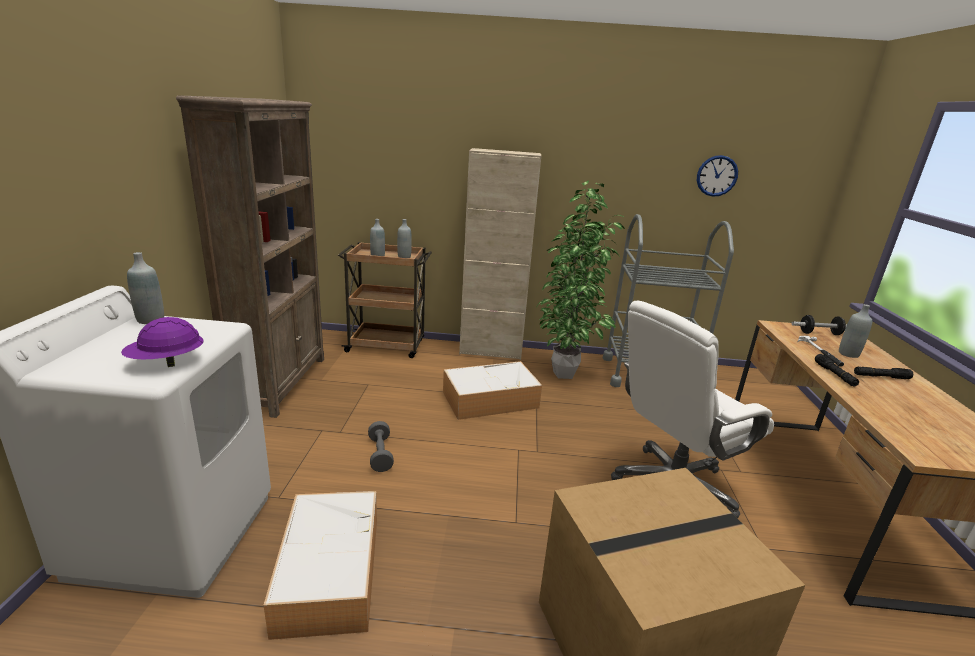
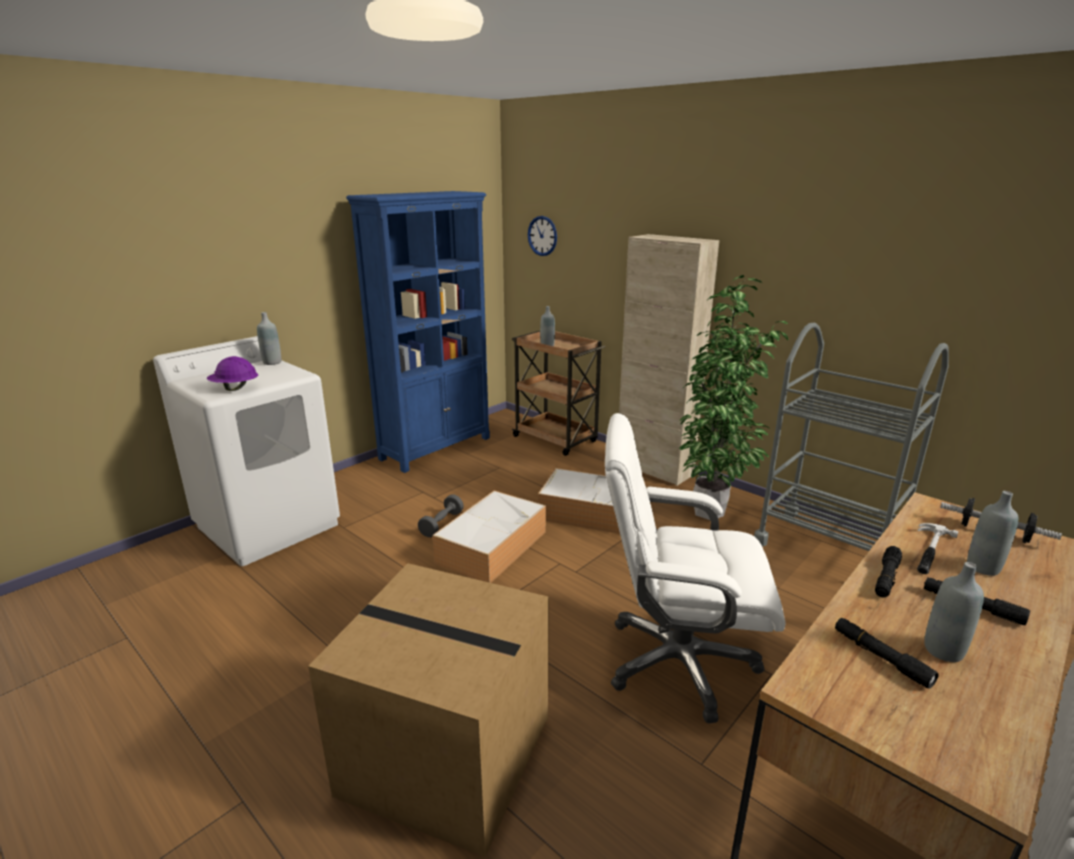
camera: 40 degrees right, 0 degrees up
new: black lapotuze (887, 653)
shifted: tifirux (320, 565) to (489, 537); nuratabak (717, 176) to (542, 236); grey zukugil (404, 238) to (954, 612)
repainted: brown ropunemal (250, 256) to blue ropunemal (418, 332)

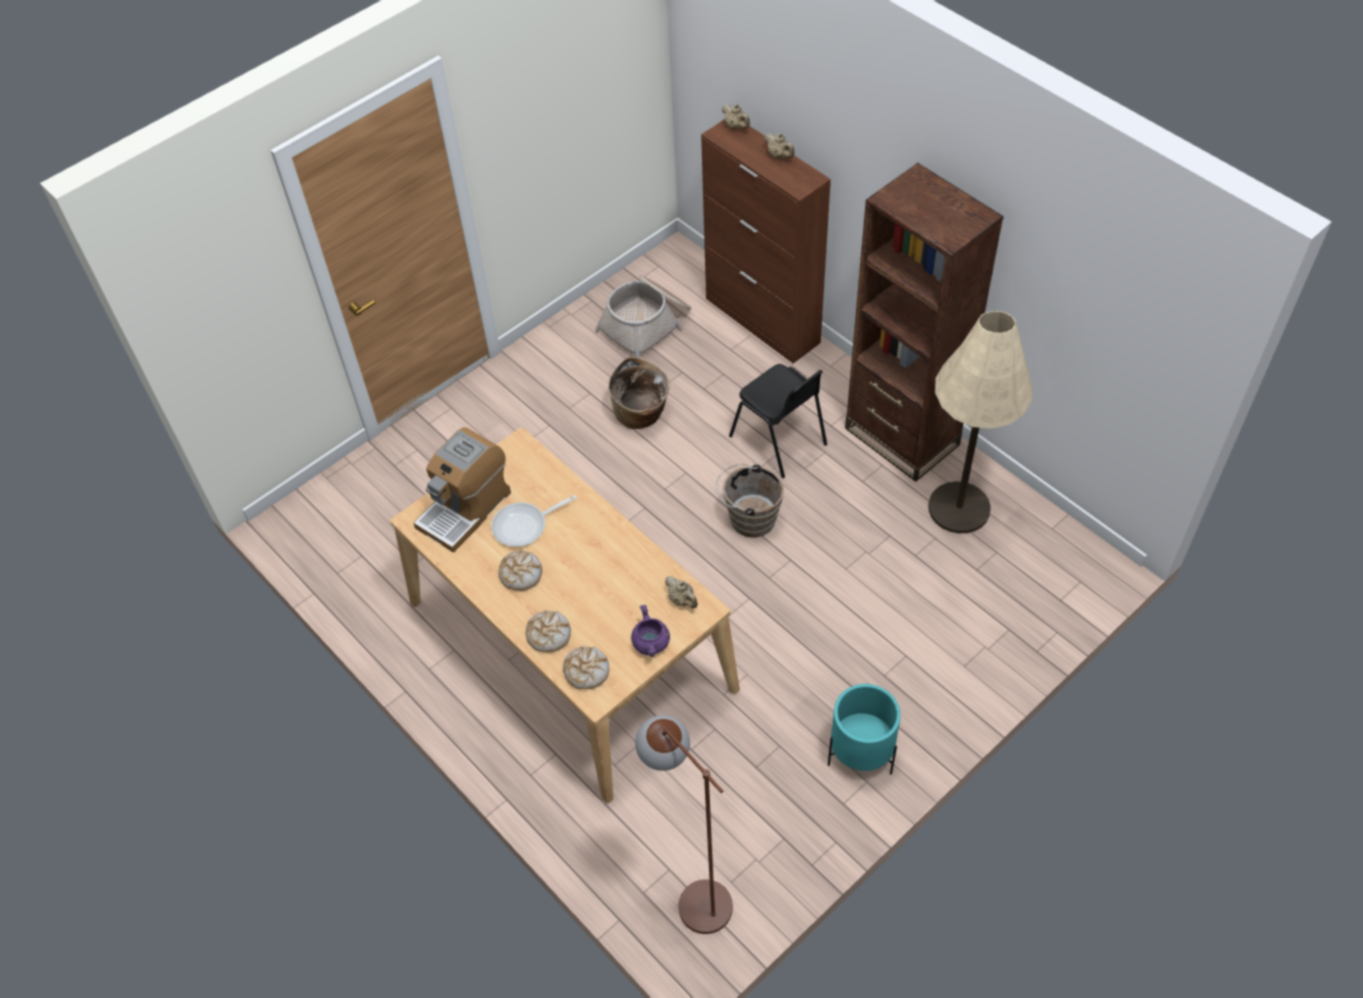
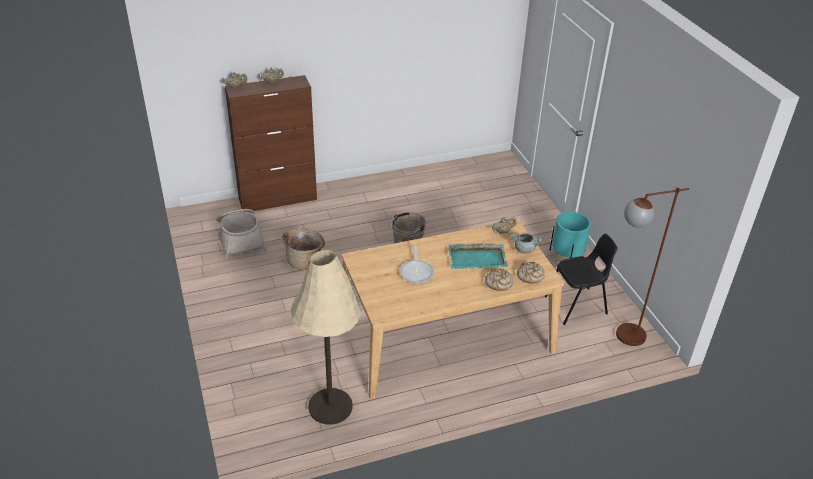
camera: 70 degrees left, 15 degrees down
gone: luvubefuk (462, 490); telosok (520, 570); brown ropunemal (924, 322)
new: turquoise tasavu (478, 256)
shifted: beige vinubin (980, 422) to (326, 337); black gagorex (778, 421) to (581, 279)
repainted: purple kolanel (650, 631) to grey kolanel (527, 243)

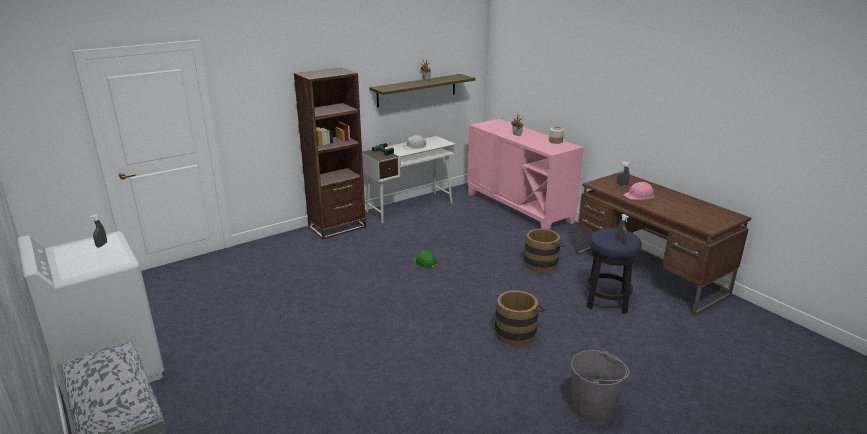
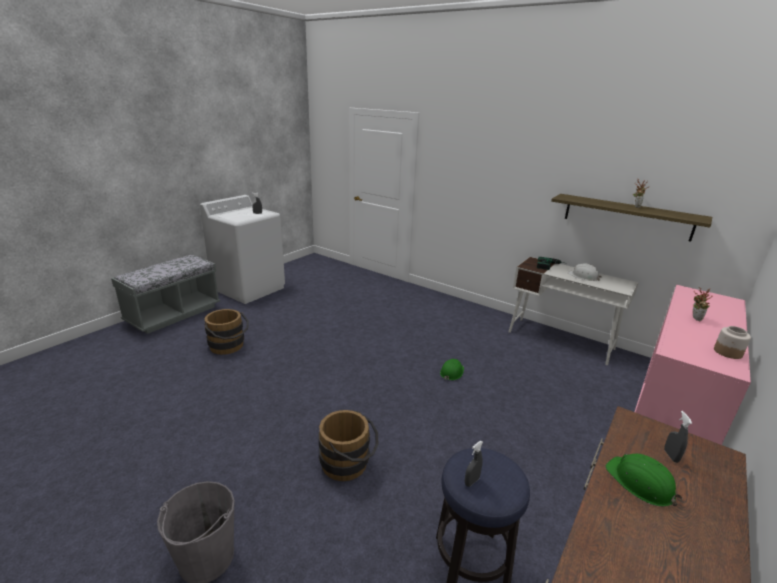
camera: 70 degrees right, 0 degrees up
gone: brown ropunemal (330, 153)
shifted: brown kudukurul (545, 251) to (226, 332)
repainted: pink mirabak (638, 191) to green mirabak (644, 480)

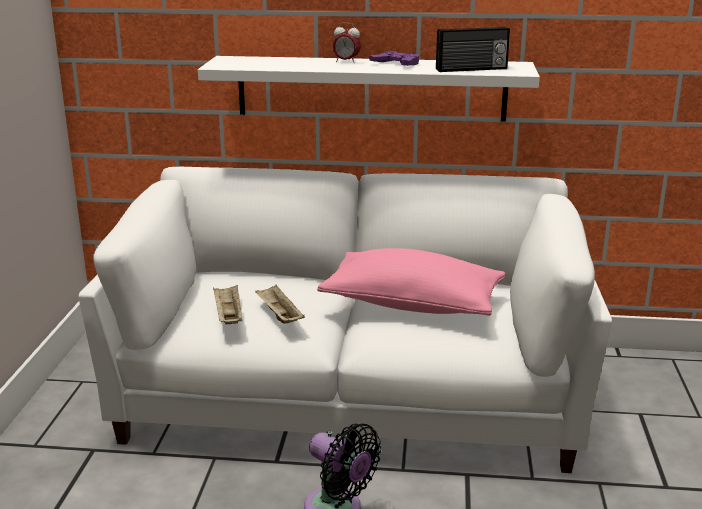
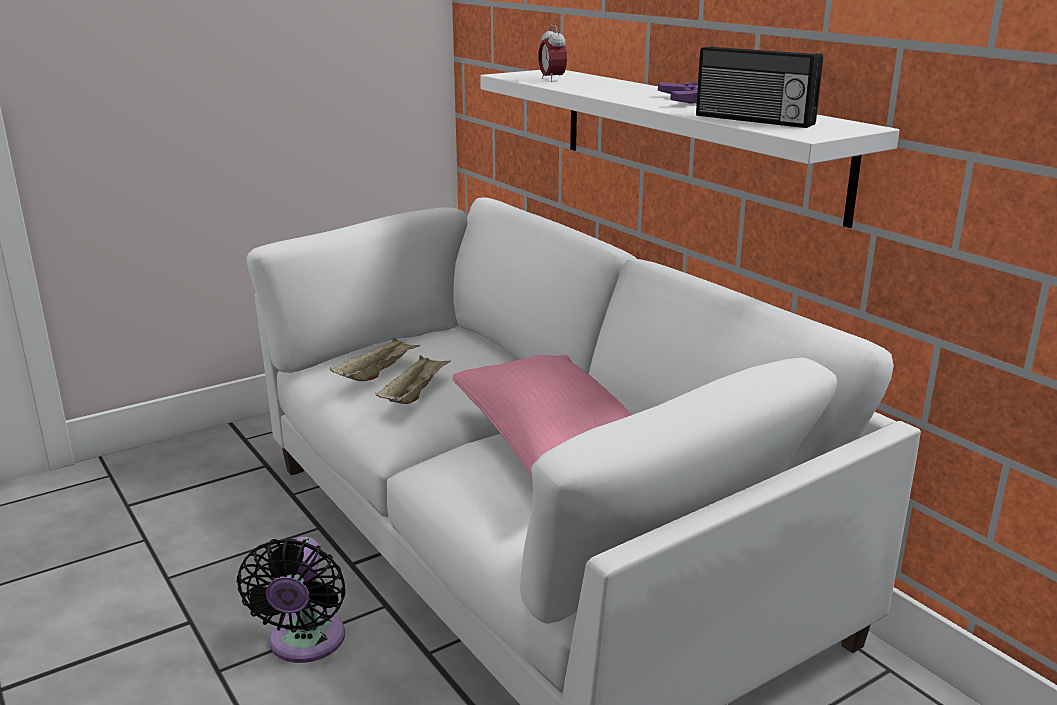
camera: 50 degrees right, 0 degrees up
shifted: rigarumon (347, 43) to (552, 53)

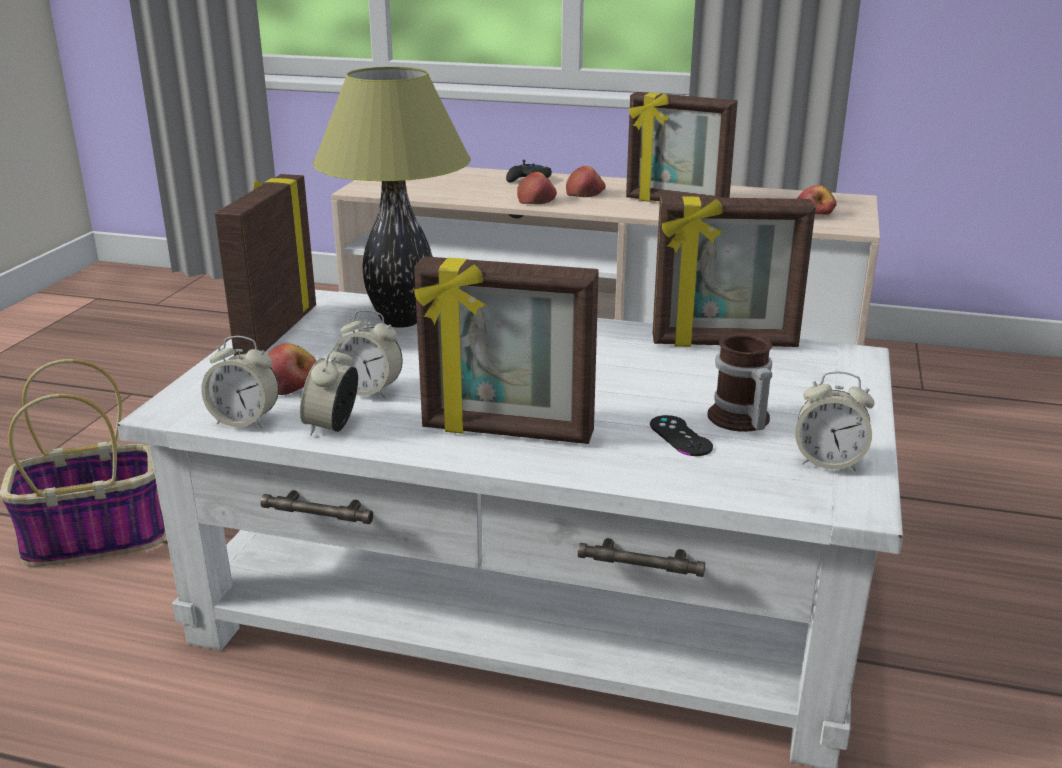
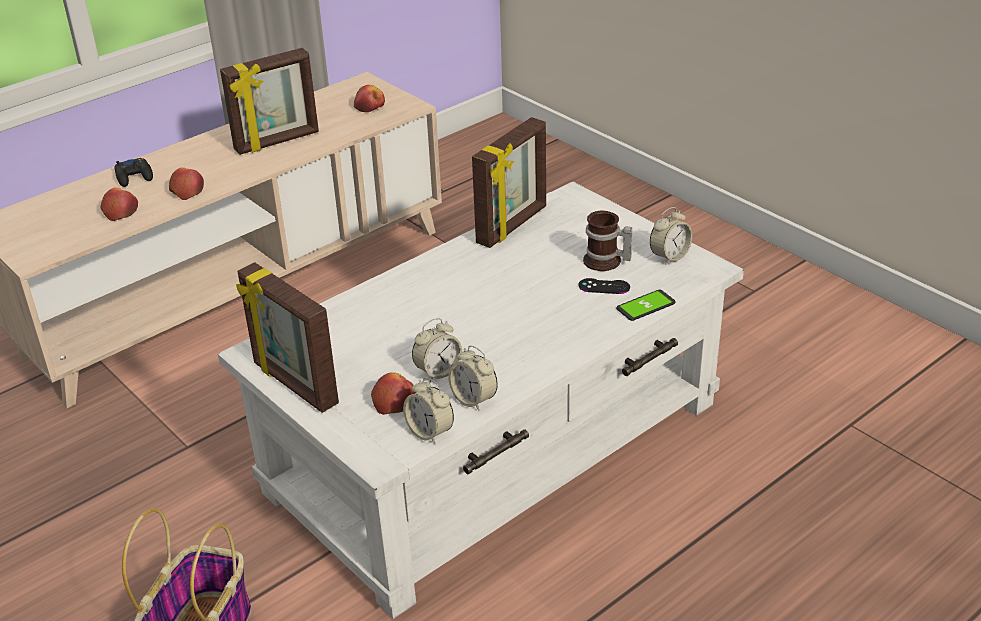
camera: 55 degrees left, 10 degrees up
gone: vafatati (392, 197); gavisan (506, 350)
new: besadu (646, 305)
shifted: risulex (586, 181) to (119, 204)
rotated: rigarumon (240, 382) = (428, 410) 90 degrees clockwise

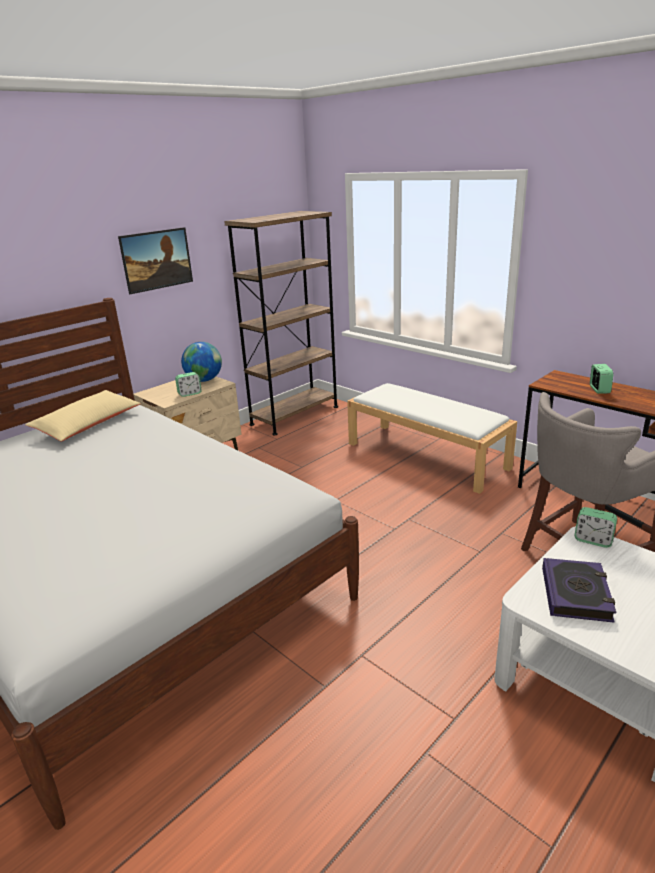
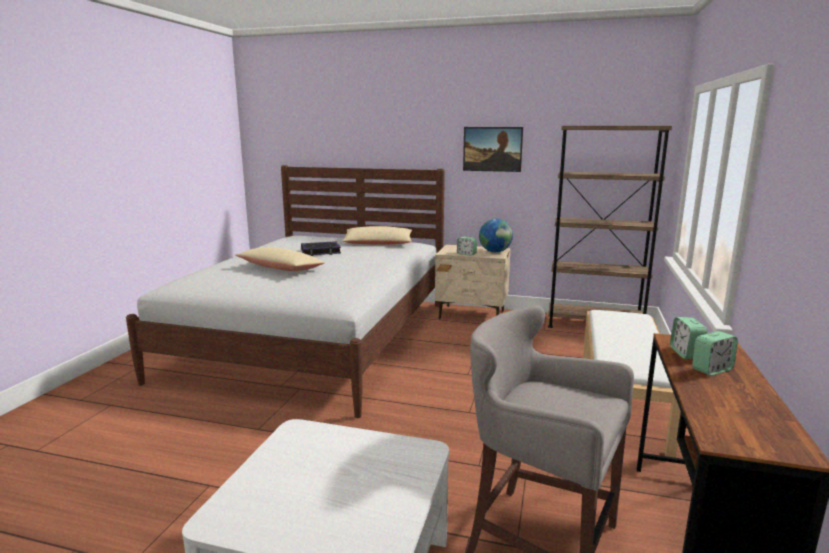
camera: 60 degrees right, 10 degrees down
new: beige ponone (280, 259)
shifted: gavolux (579, 590) to (321, 248); rigarumon (596, 527) to (689, 338)

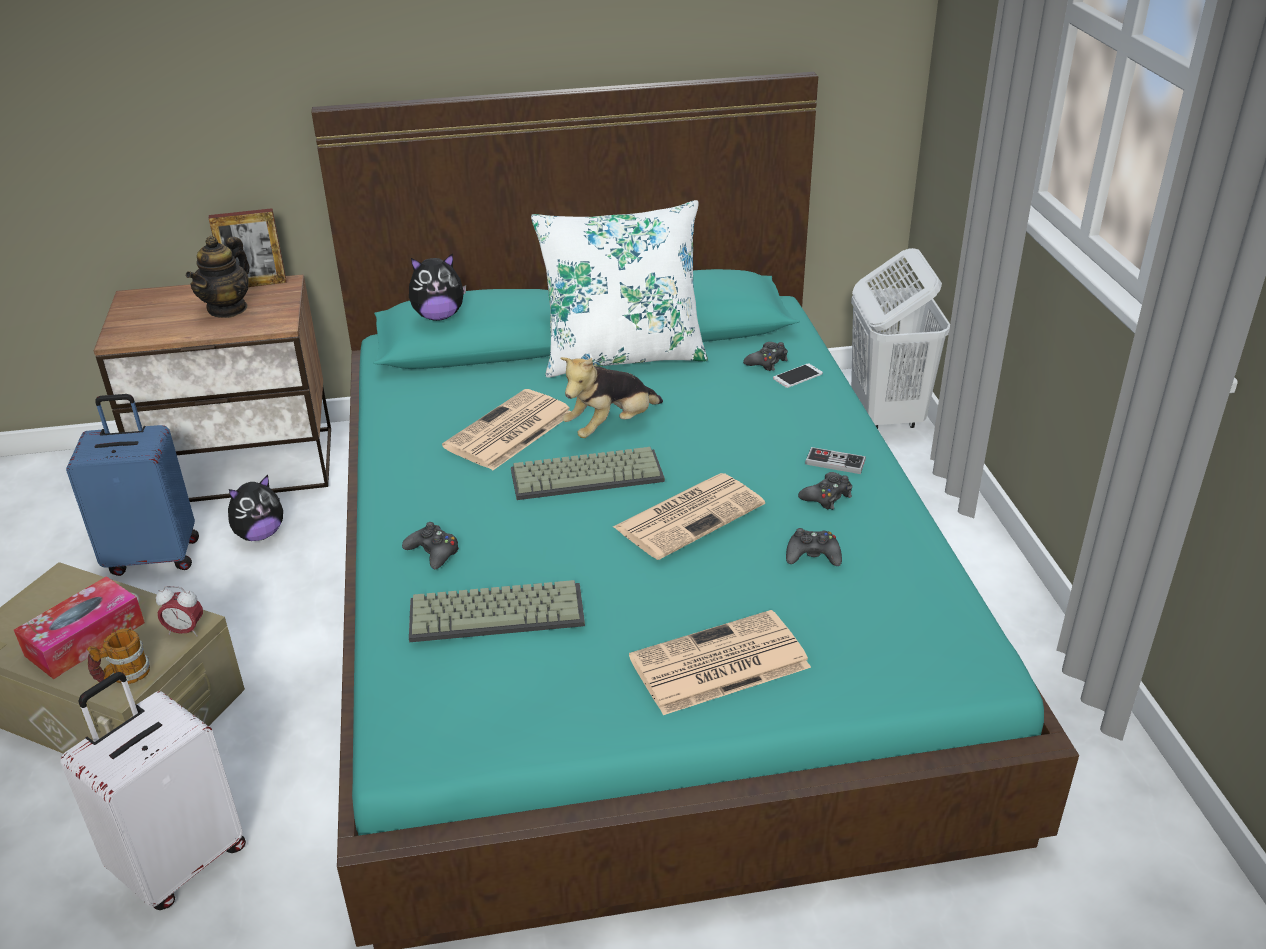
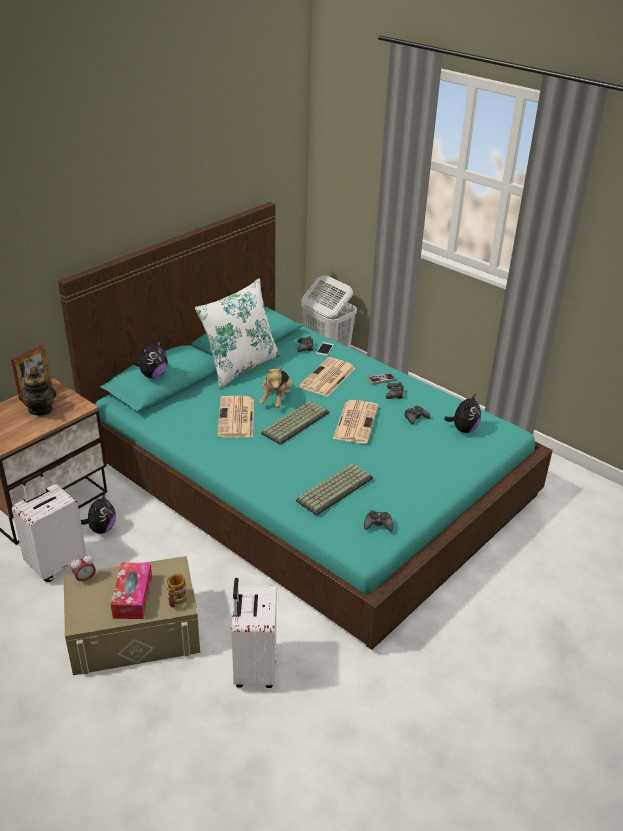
camera: 40 degrees left, 0 degrees up
new: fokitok (462, 413)
shifted: rigarumon (179, 611) to (83, 568); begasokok (720, 662) to (327, 377); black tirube (430, 545) to (378, 521)
repainted: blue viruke (132, 485) to white viruke (49, 527)

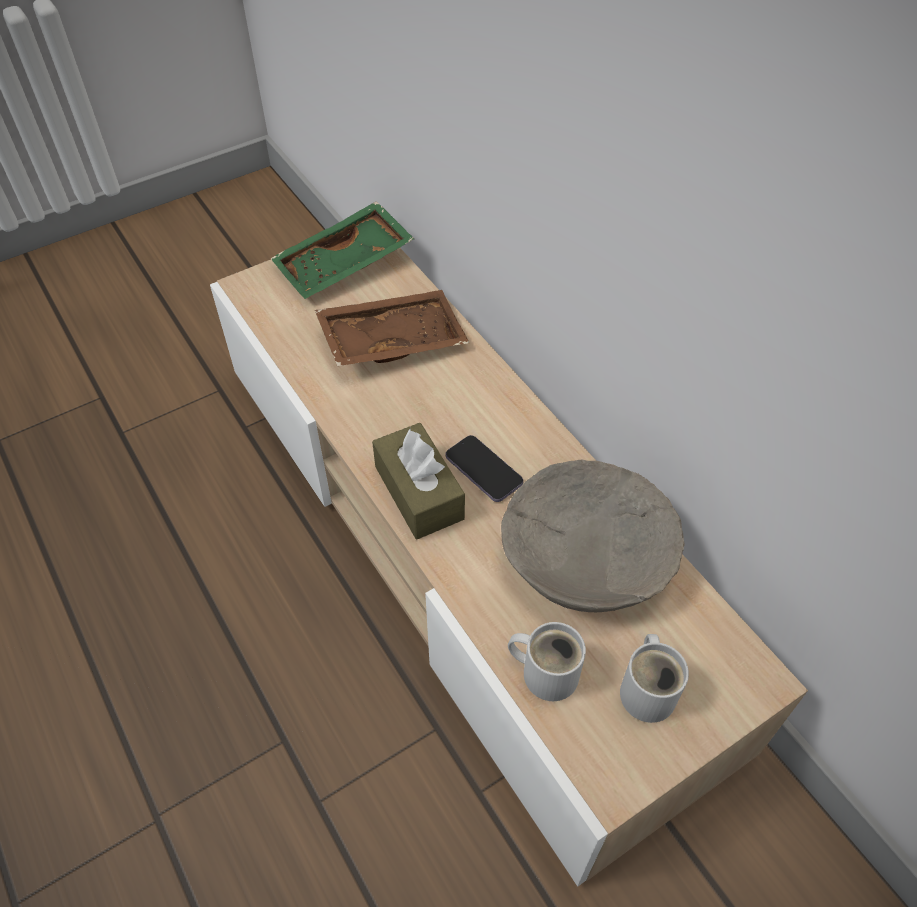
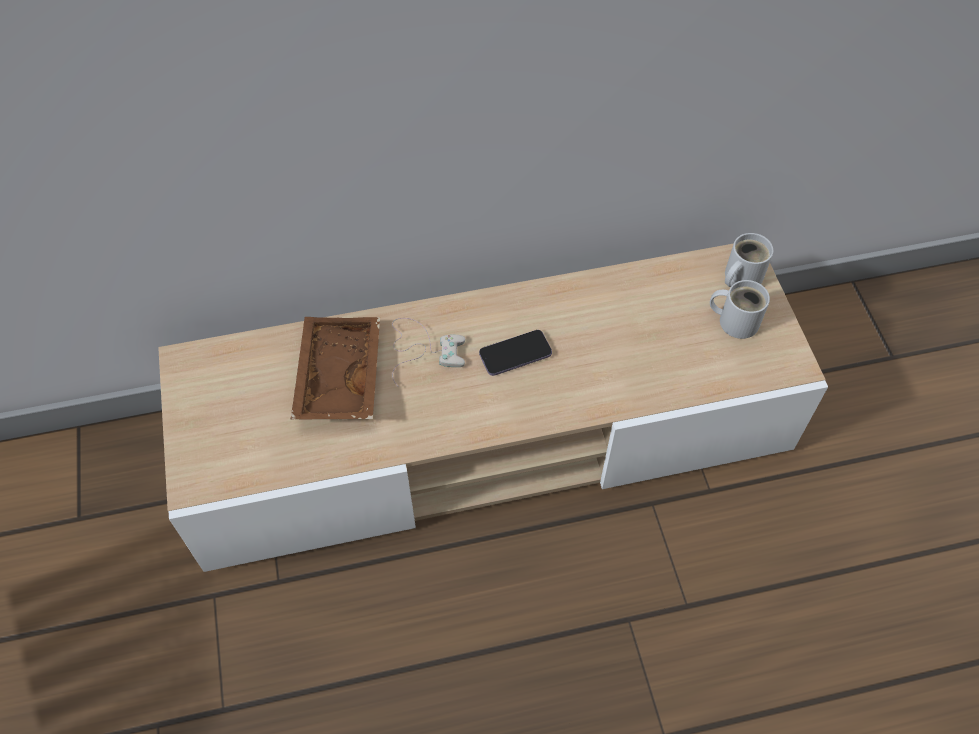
camera: 70 degrees left, 5 degrees up
gone: green tasavu (342, 250); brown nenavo (418, 481); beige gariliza (593, 536)
new: white tirube (428, 352)
shifted: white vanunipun (547, 661) to (749, 260)

